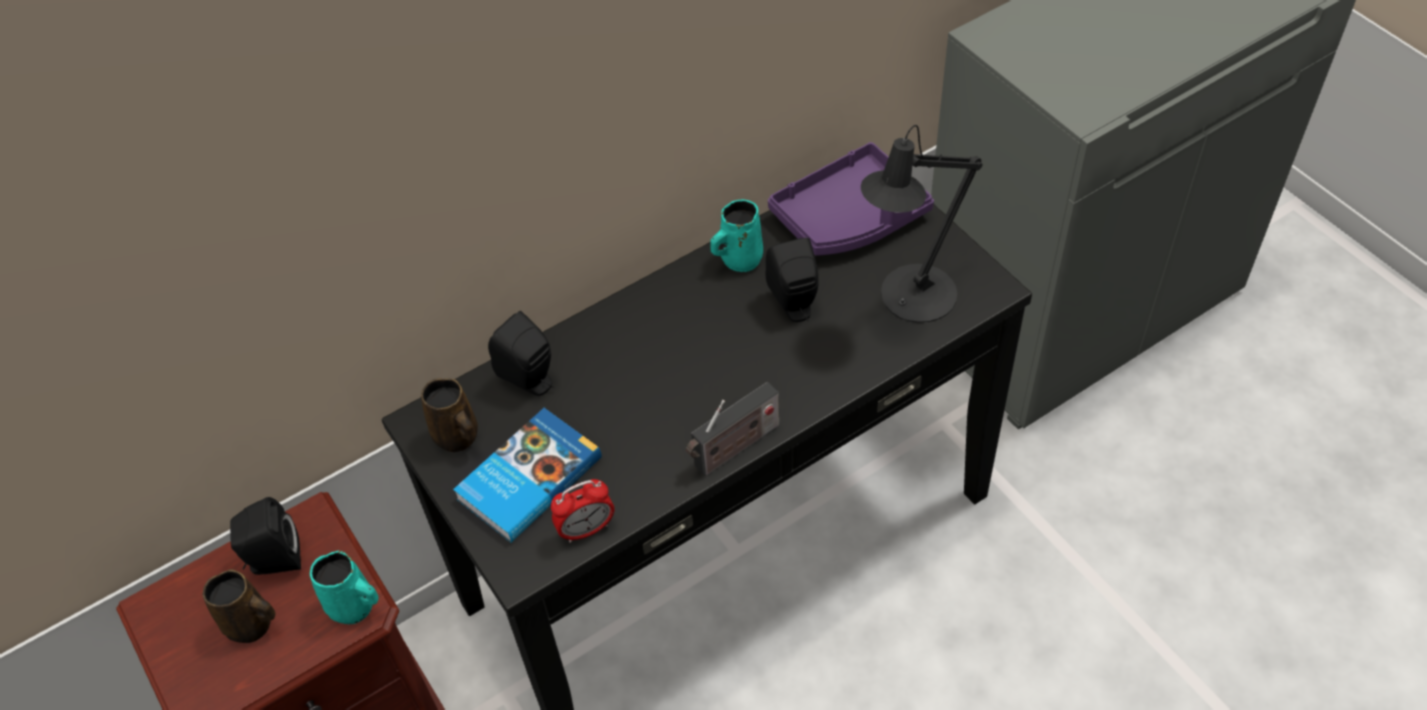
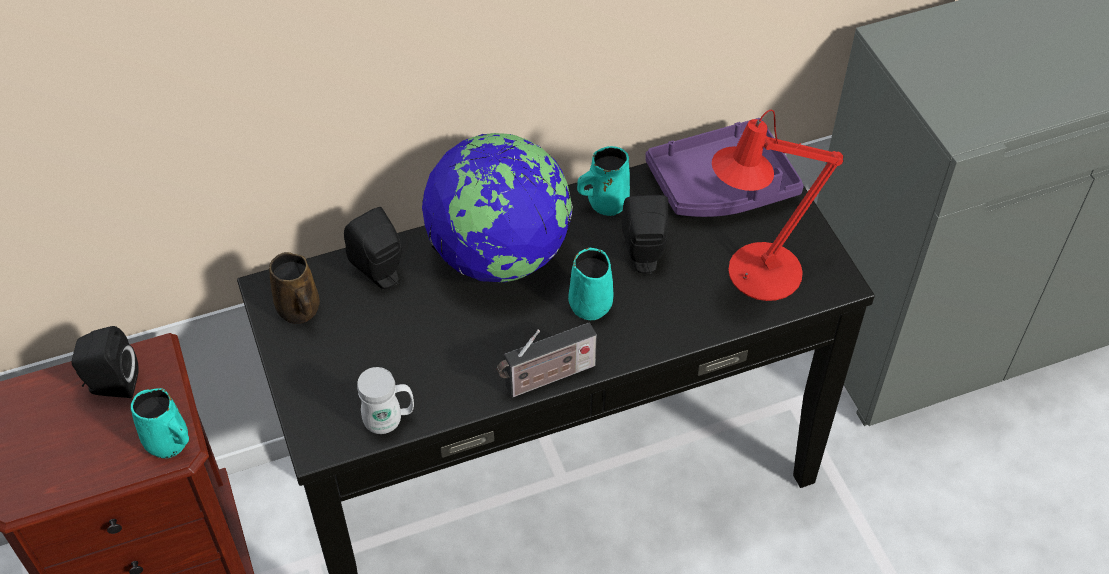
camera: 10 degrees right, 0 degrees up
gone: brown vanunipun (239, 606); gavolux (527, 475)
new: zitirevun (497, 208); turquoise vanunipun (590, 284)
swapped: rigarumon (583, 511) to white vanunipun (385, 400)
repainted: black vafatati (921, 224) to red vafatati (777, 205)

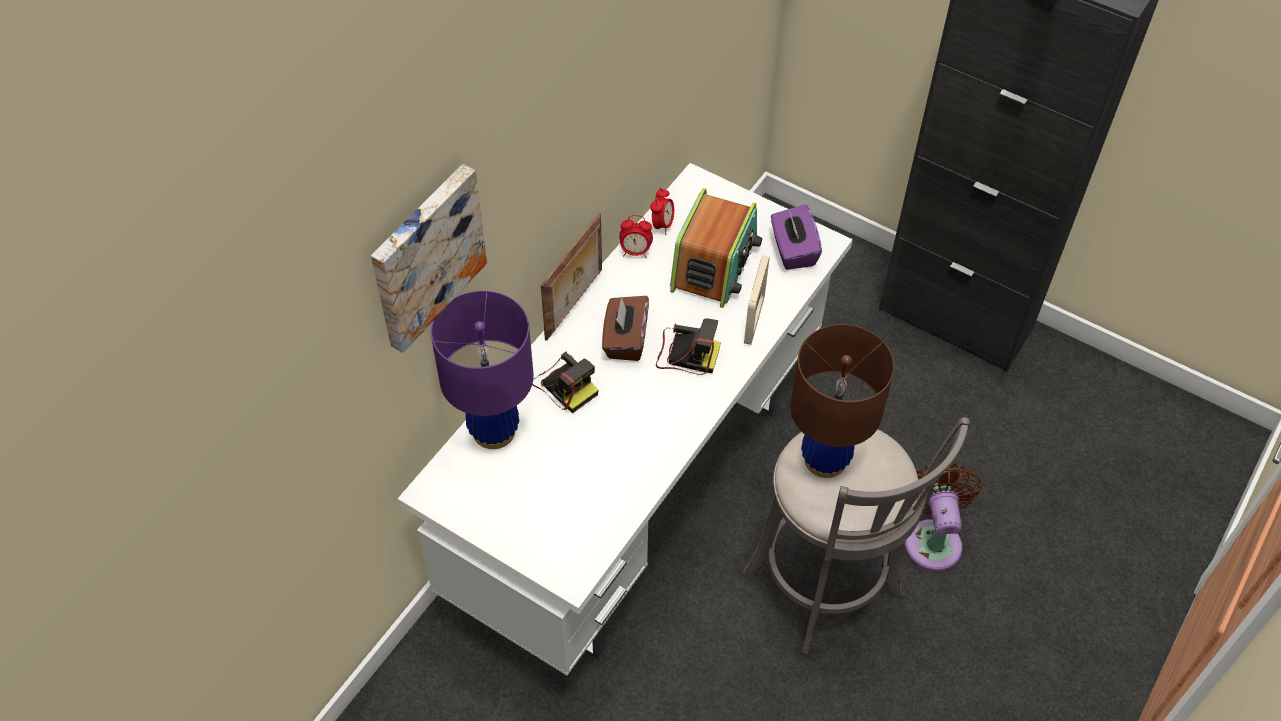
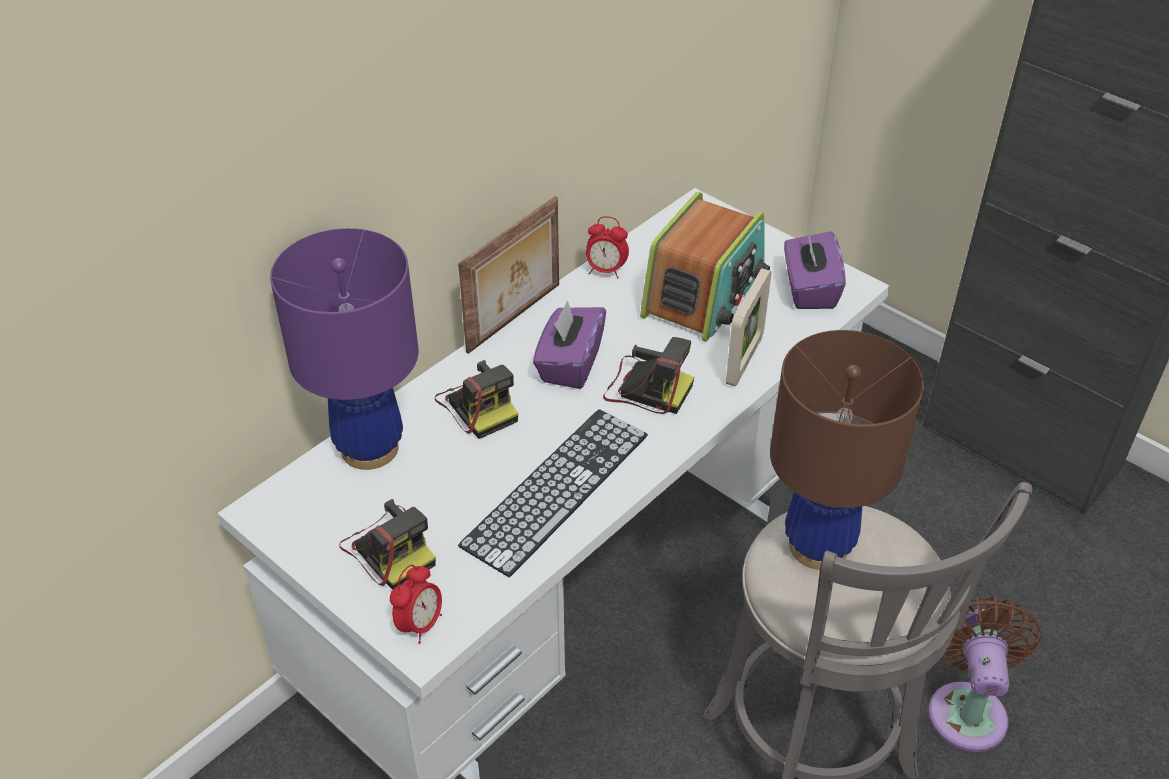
camera: 10 degrees right, 10 degrees down
gone: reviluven (429, 258)
new: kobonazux (387, 544); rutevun (553, 493)
shifted: rigarumon (662, 211) to (416, 604)
repainted: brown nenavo (625, 328) to purple nenavo (569, 344)

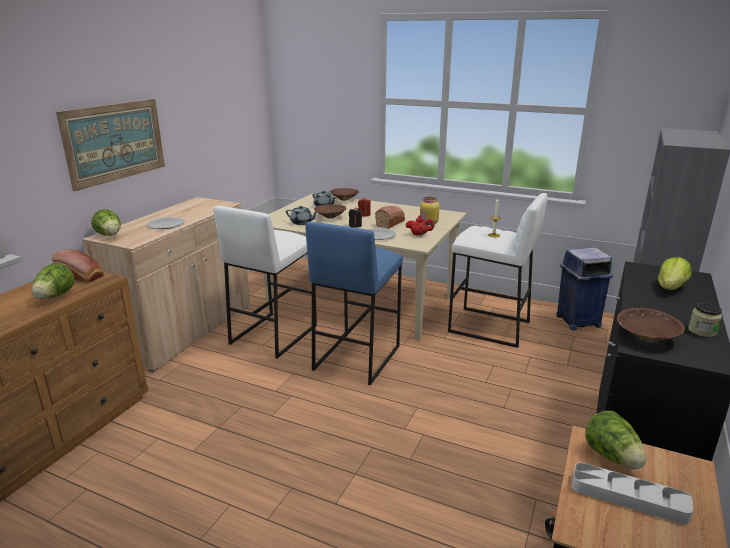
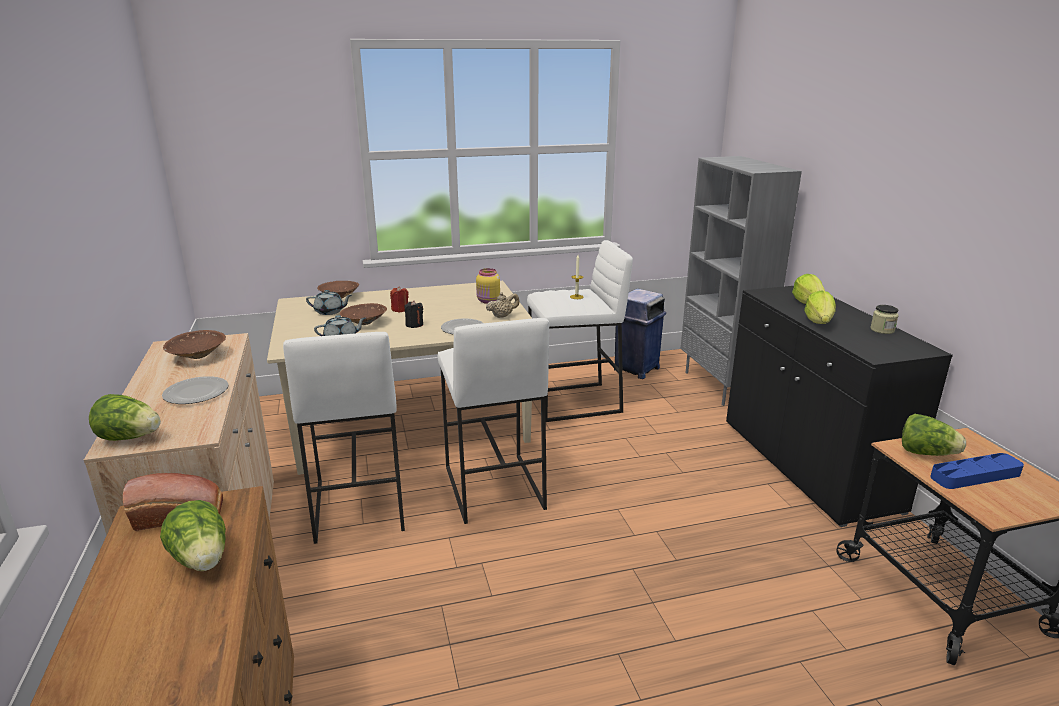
camera: 40 degrees left, 0 degrees up
gone: reviluven (110, 145); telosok (390, 217)
new: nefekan (820, 307)
shifted: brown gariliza (651, 324) to (194, 344)
repainted: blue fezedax (354, 303) to white fezedax (493, 421); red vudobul (420, 225) to beige vudobul (502, 305); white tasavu (632, 493) to blue tasavu (977, 471)

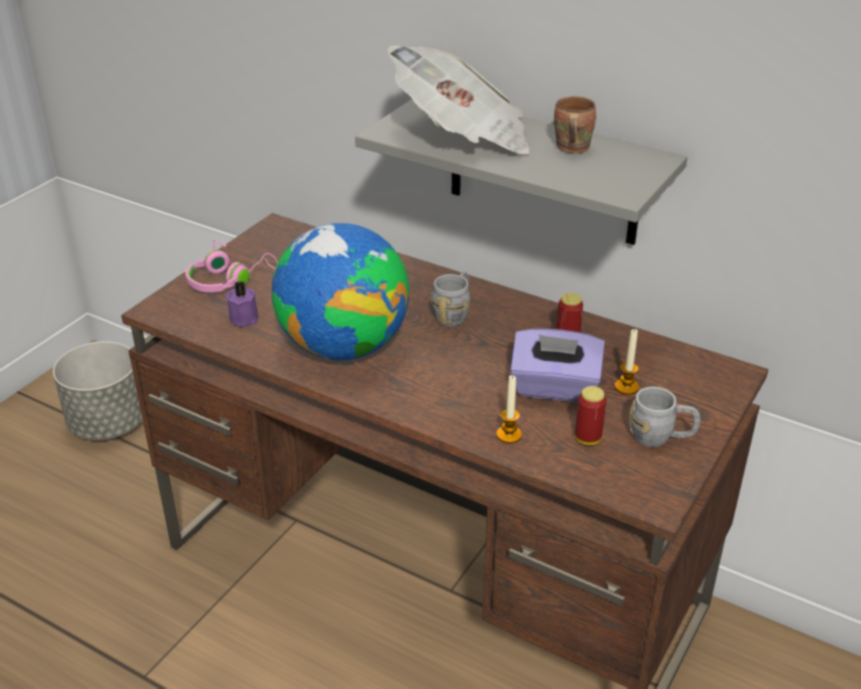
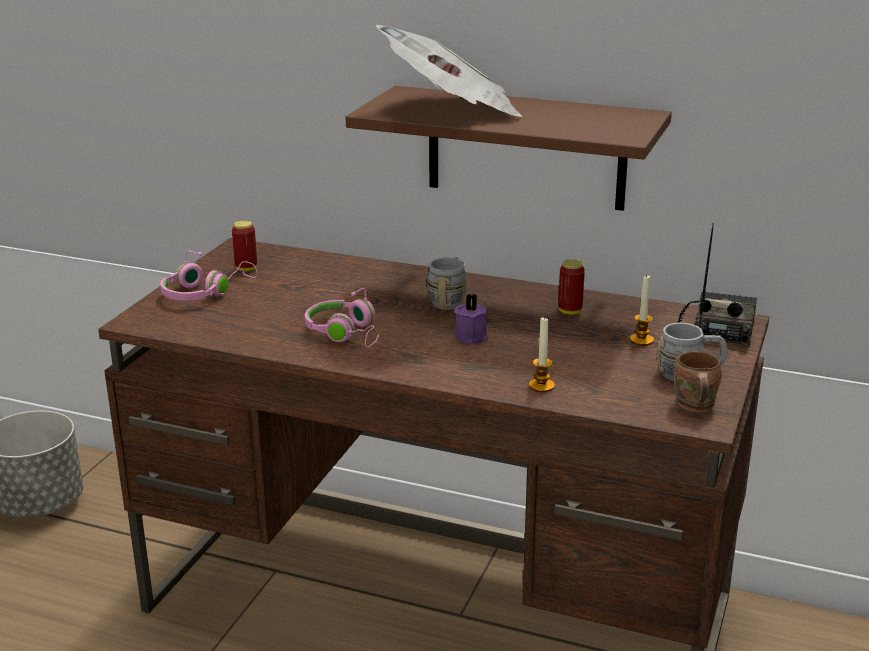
camera: 10 degrees left, 10 degrees down
gone: purple nenavo (557, 365)
new: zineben (717, 285)
shifted: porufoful (591, 415) to (244, 246); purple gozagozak (241, 304) to (471, 319); brown vanunipun (575, 124) to (698, 382)
swapped: zitirevun (340, 291) to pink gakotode (343, 317)
repainted: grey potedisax (521, 172) to brown potedisax (509, 148)

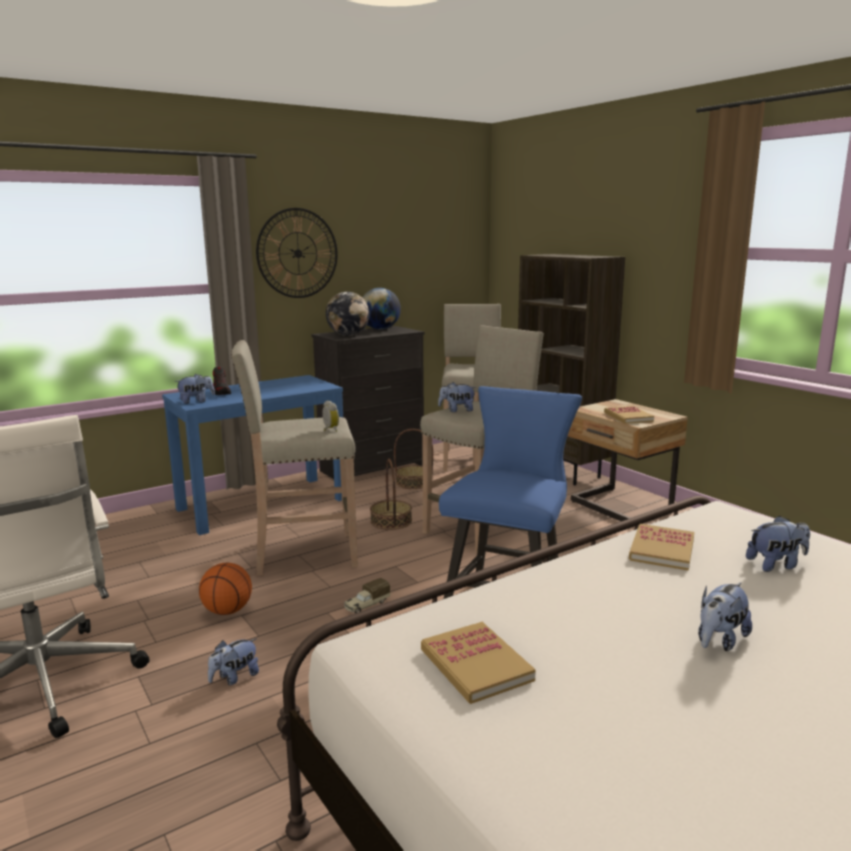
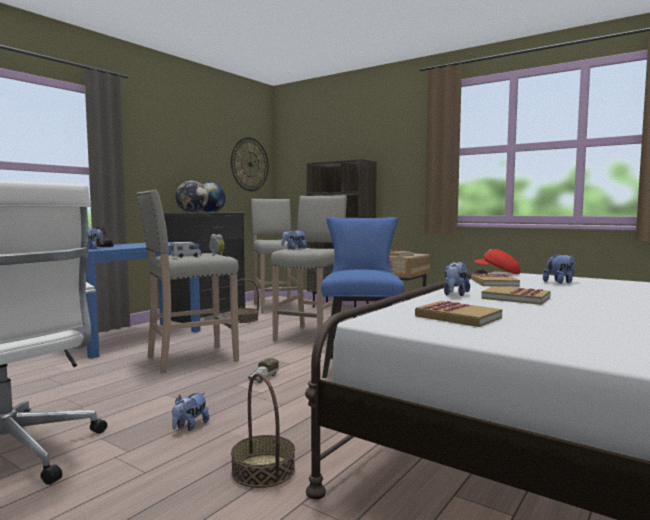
camera: 20 degrees left, 10 degrees down
gone: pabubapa (225, 589)
new: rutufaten (186, 250); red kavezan (497, 261); gavolux (516, 295)
shifted: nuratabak (297, 253) to (250, 164); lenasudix (391, 494) to (263, 430); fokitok (725, 616) to (457, 278)

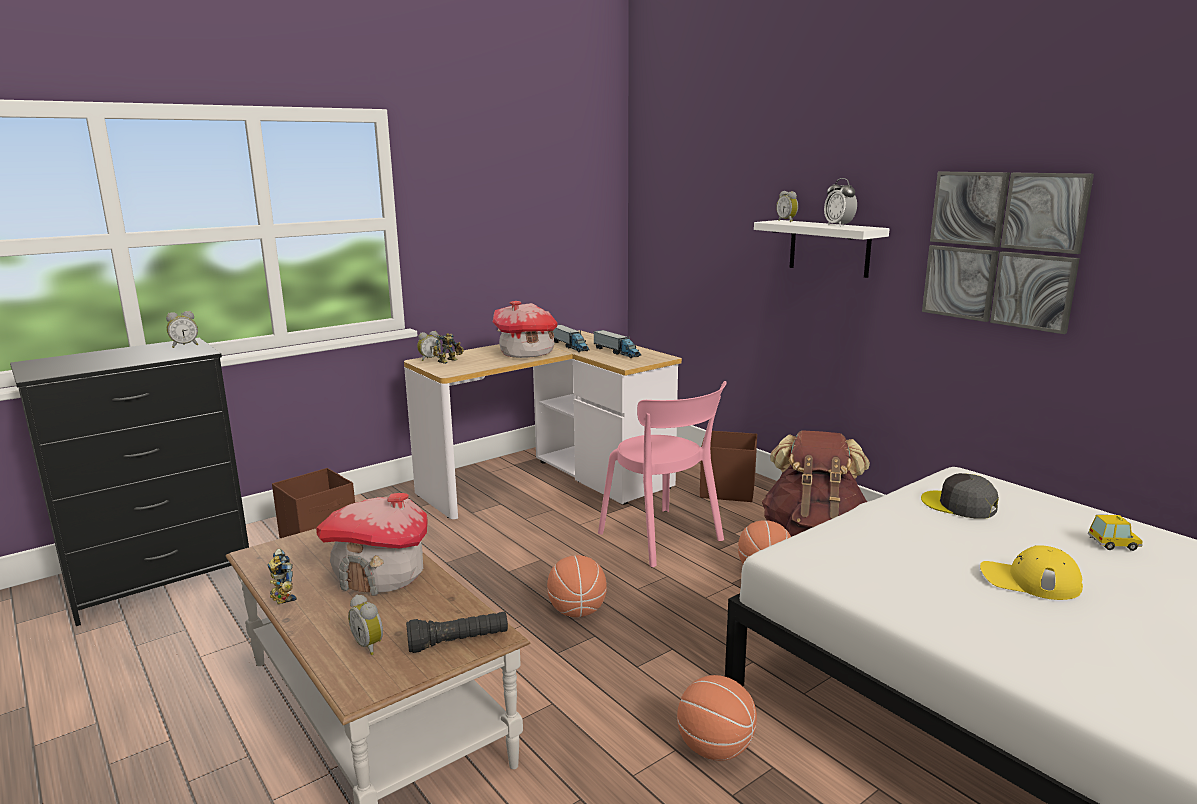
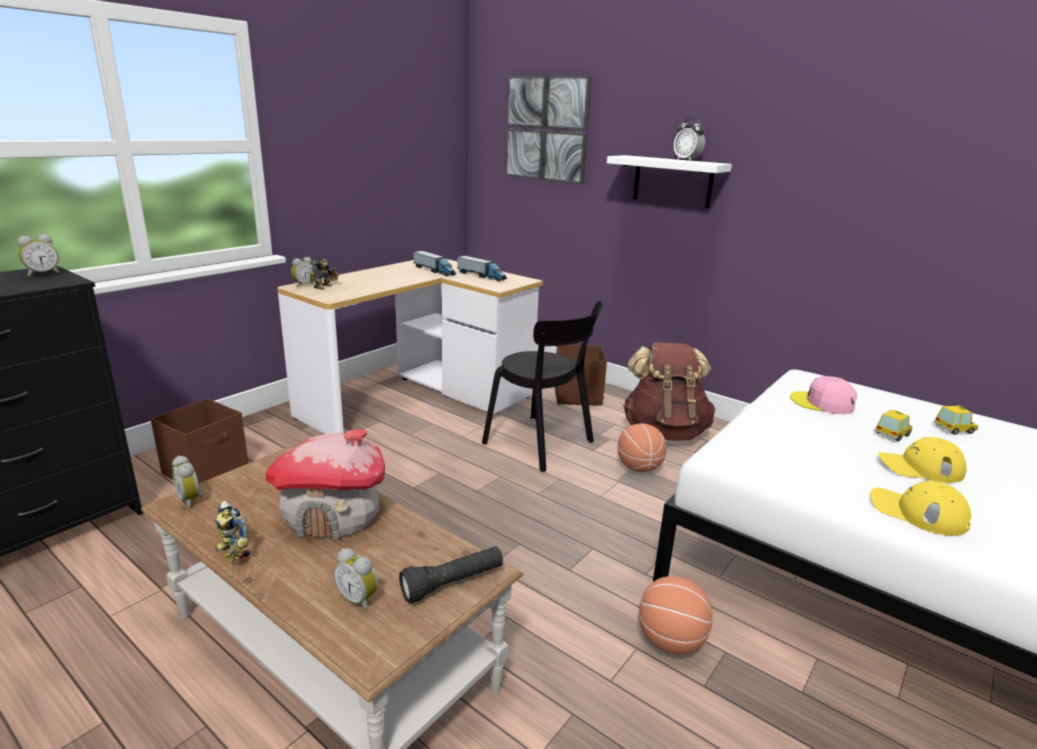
camera: 15 degrees left, 5 degrees up
gone: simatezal (525, 329); pabubapa (577, 586)
new: yellow kavezan (920, 508); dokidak (893, 425)
shifted: rigarumon (787, 206) to (187, 482); reviluven (1008, 253) to (548, 130)
repainted: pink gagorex (662, 474) to black gagorex (542, 386); grey kavezan (960, 496) to pink kavezan (823, 395)

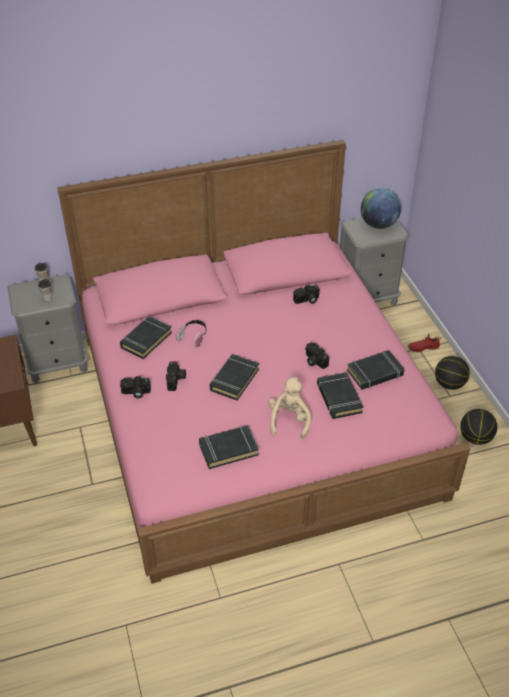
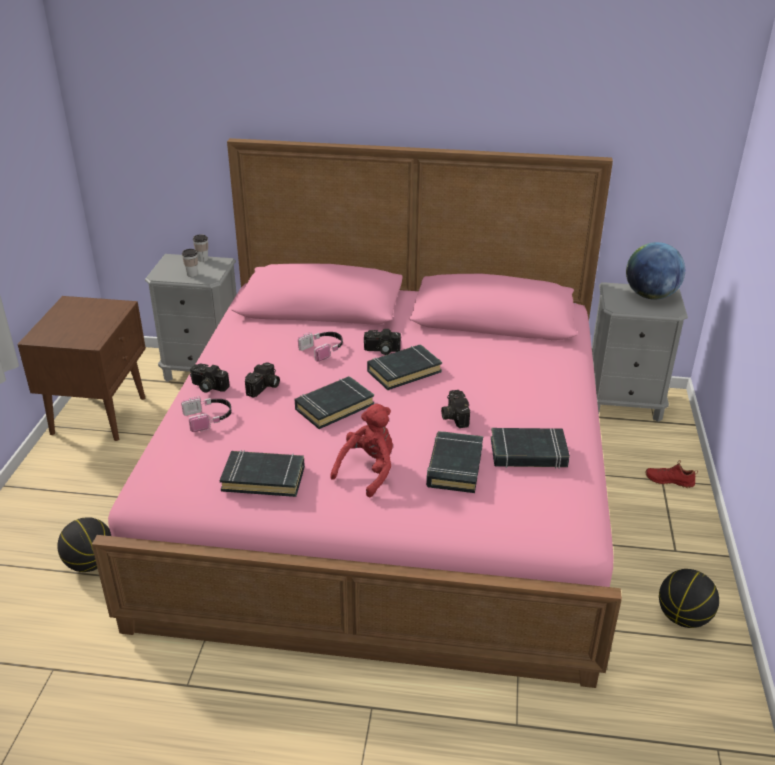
camera: 25 degrees right, 10 degrees down
new: gakotode (206, 414)
shifted: pabubapa (452, 373) to (84, 544); kobonazux (306, 294) to (382, 342); black gavolux (146, 337) to (404, 367)
repainted: beige fokitok (289, 408) to red fokitok (361, 450)

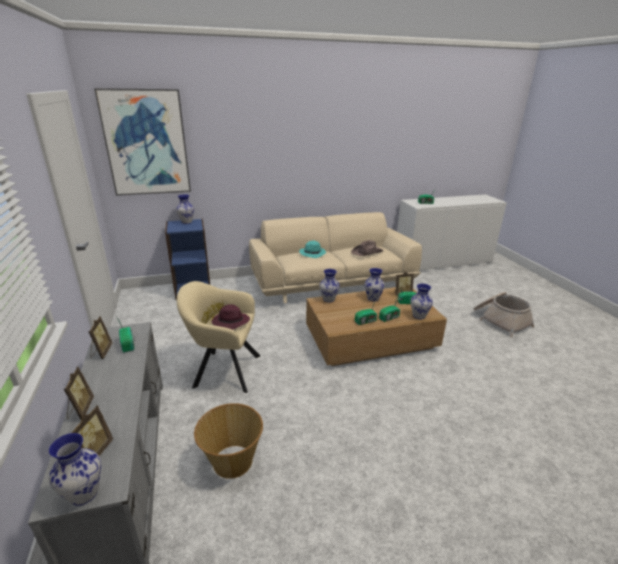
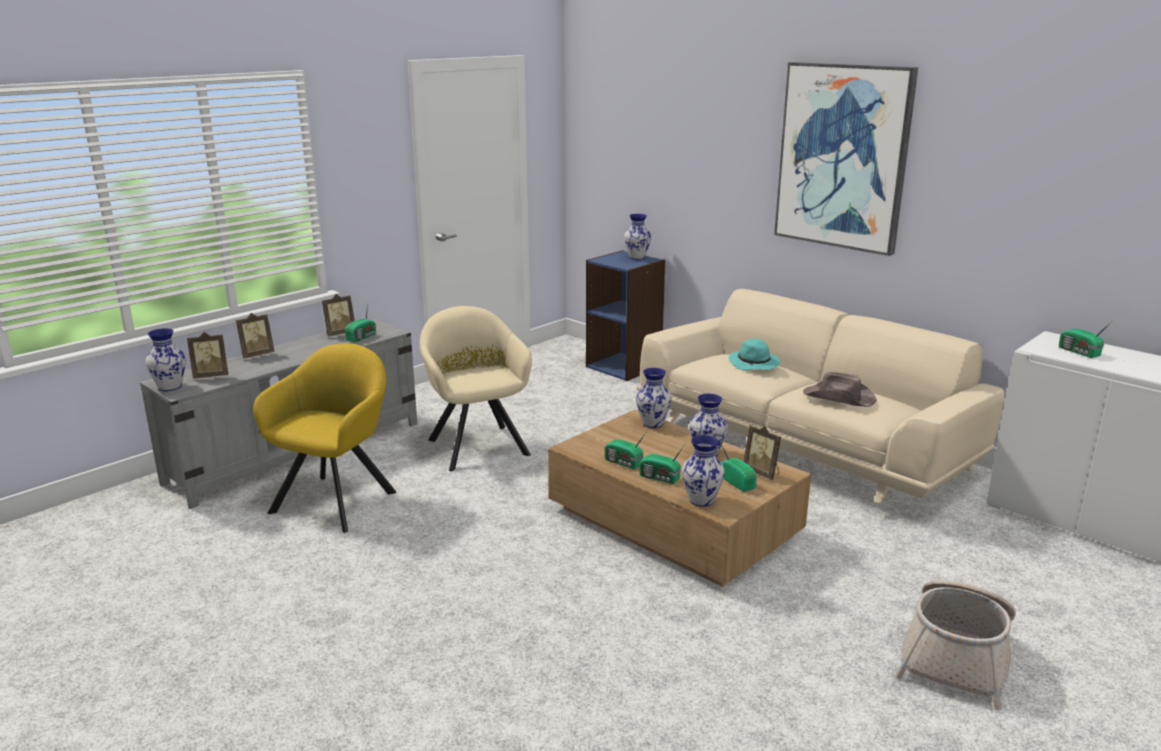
camera: 60 degrees right, 5 degrees down
gone: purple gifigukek (230, 317)
shifted: reviluven (142, 142) to (846, 159)
swapped: lenasudix (228, 441) to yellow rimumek (324, 438)

